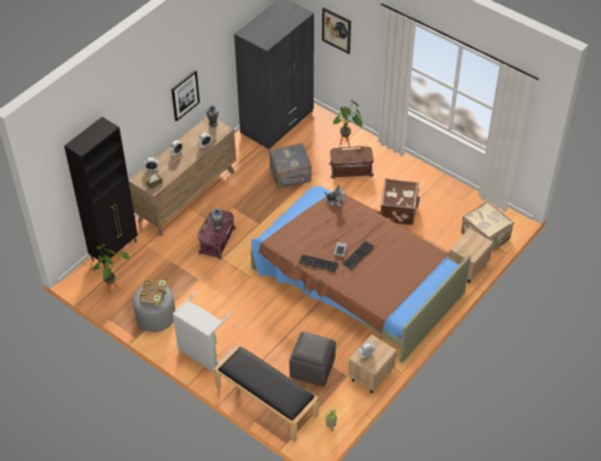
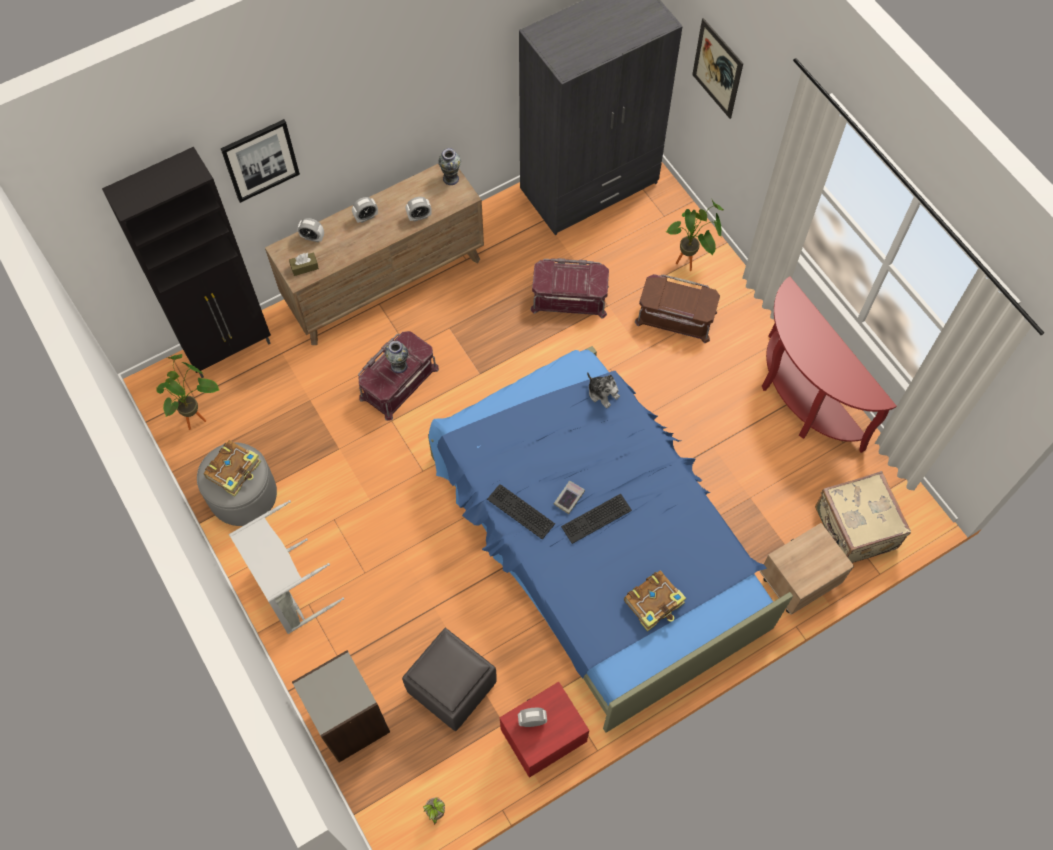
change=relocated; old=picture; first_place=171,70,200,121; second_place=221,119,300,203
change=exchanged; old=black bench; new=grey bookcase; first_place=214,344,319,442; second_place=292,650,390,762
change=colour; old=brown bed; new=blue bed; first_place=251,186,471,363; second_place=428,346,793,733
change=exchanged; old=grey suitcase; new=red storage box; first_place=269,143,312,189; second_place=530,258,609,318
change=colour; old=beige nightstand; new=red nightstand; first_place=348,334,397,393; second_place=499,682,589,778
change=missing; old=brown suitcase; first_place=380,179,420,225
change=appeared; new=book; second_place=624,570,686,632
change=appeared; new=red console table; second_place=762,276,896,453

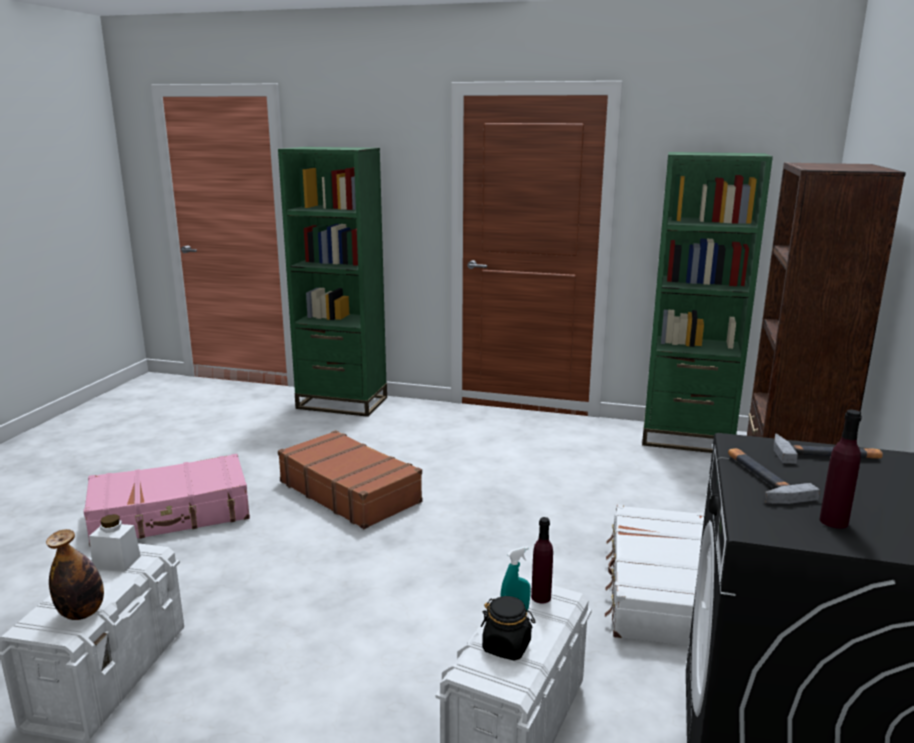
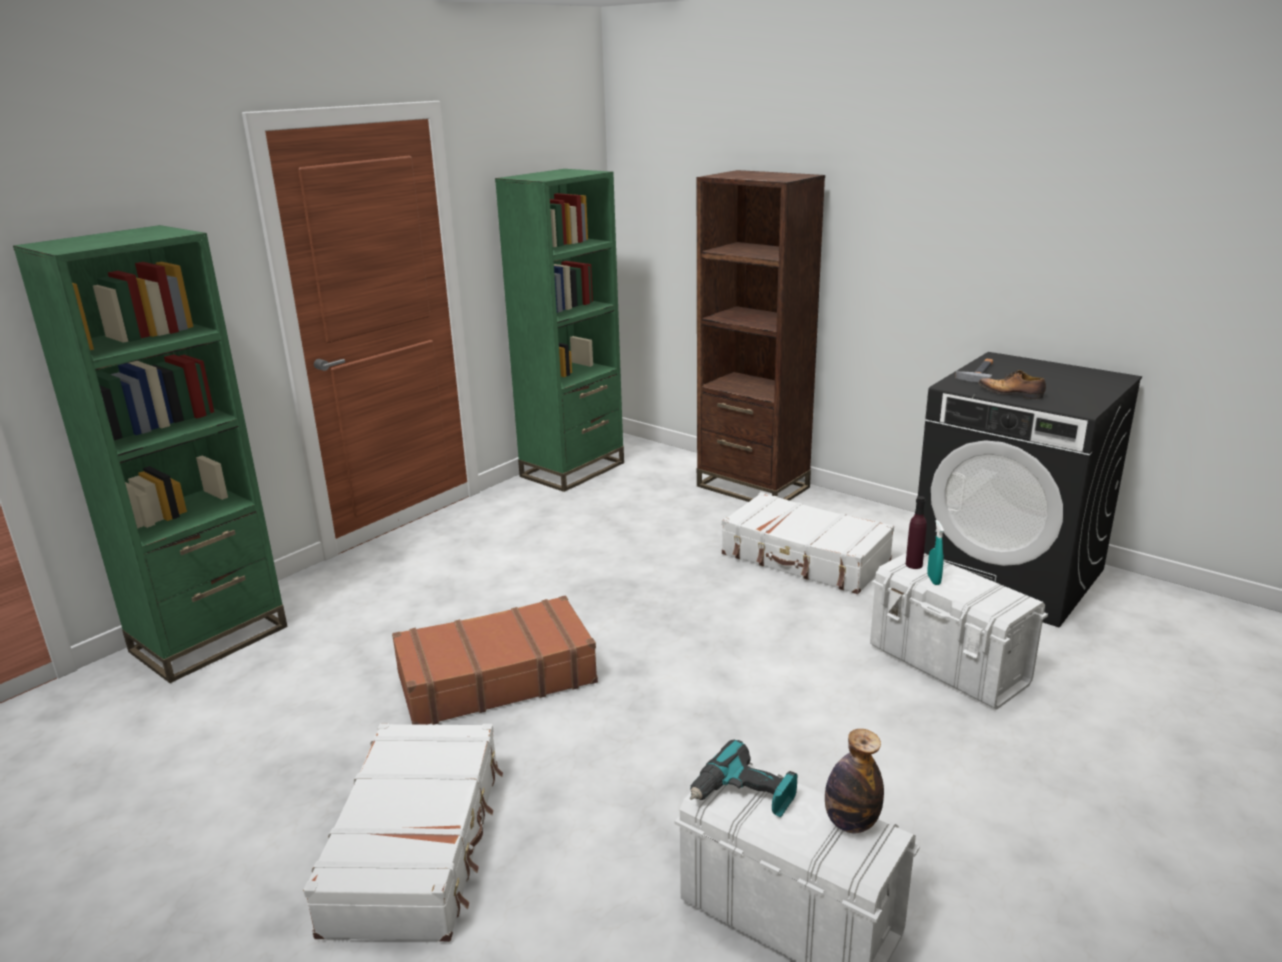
change=colour; old=pink suitcase; new=white suitcase; first_place=84,454,250,546; second_place=303,723,503,942
change=exchanged; old=white jar; new=power drill; first_place=89,514,141,572; second_place=690,739,797,817
change=missing; old=black jar; first_place=481,596,535,660
change=exchanged; old=hammer; new=shoe; first_place=728,448,820,504; second_place=979,370,1046,399
change=missing; old=purple bottle; first_place=819,410,862,529

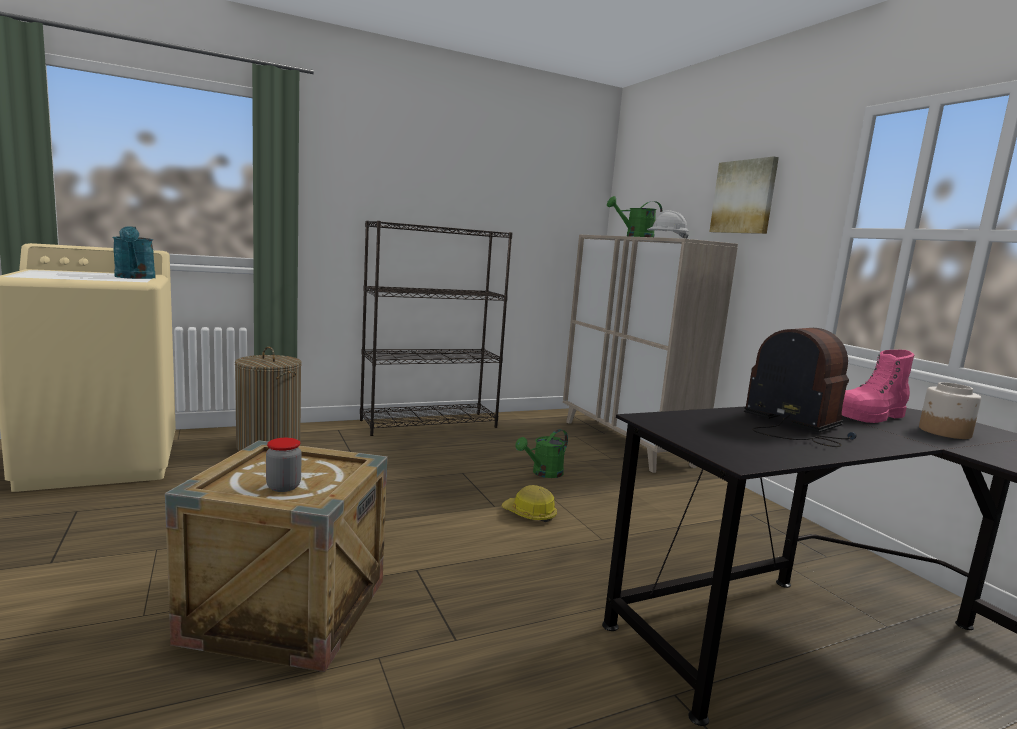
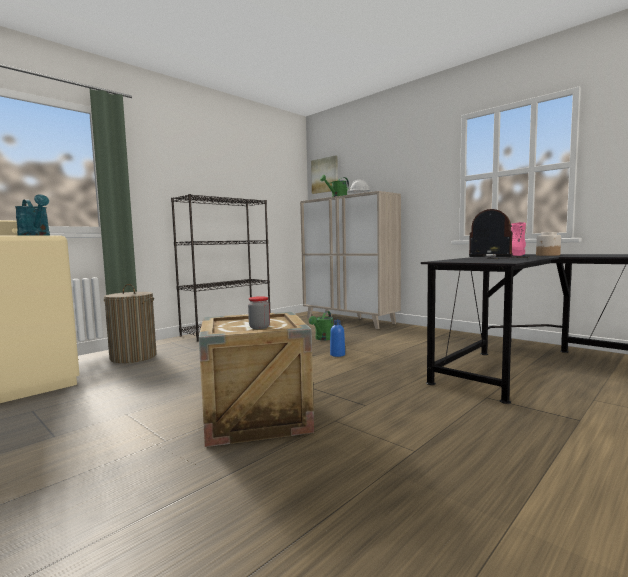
change=exchanged; old=hard hat; new=blue bottle; first_place=501,485,557,522; second_place=330,320,345,357
change=relocated; old=picture; first_place=709,156,779,234; second_place=311,155,338,194

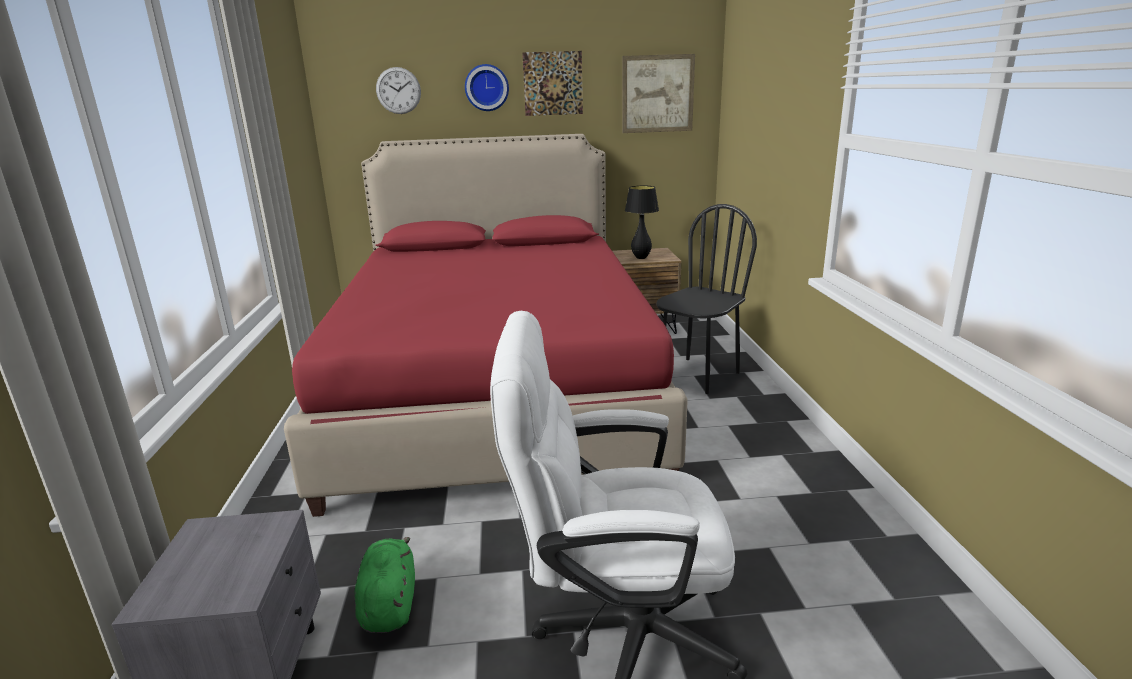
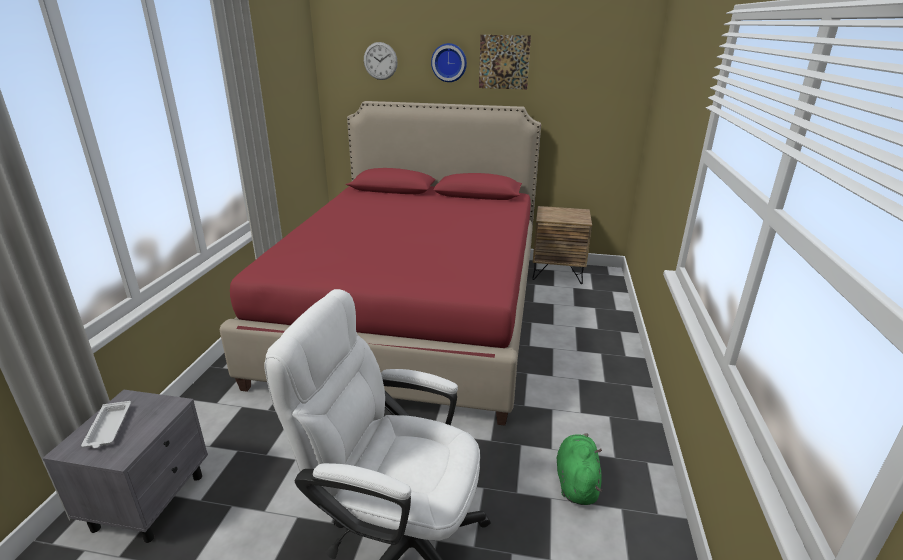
change=relocated; old=green plush toy; first_place=355,537,415,633; second_place=557,433,602,505
change=missing; old=picture; first_place=622,54,695,133
change=missing; old=black table lamp; first_place=625,186,659,259
change=missing; old=black chair; first_place=656,204,757,394
change=appeared; new=white tray; second_place=81,401,131,448

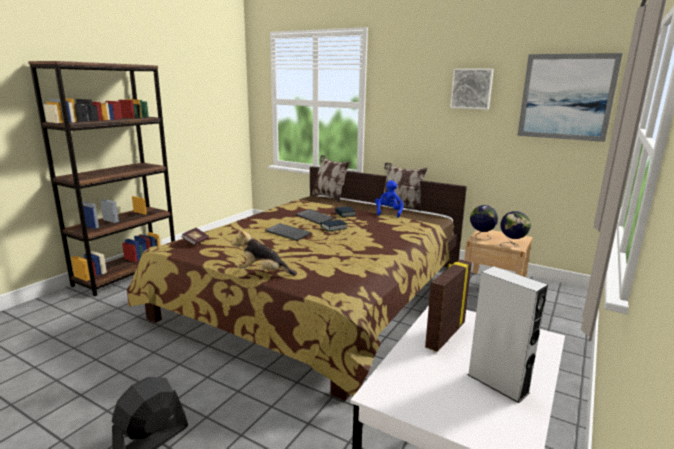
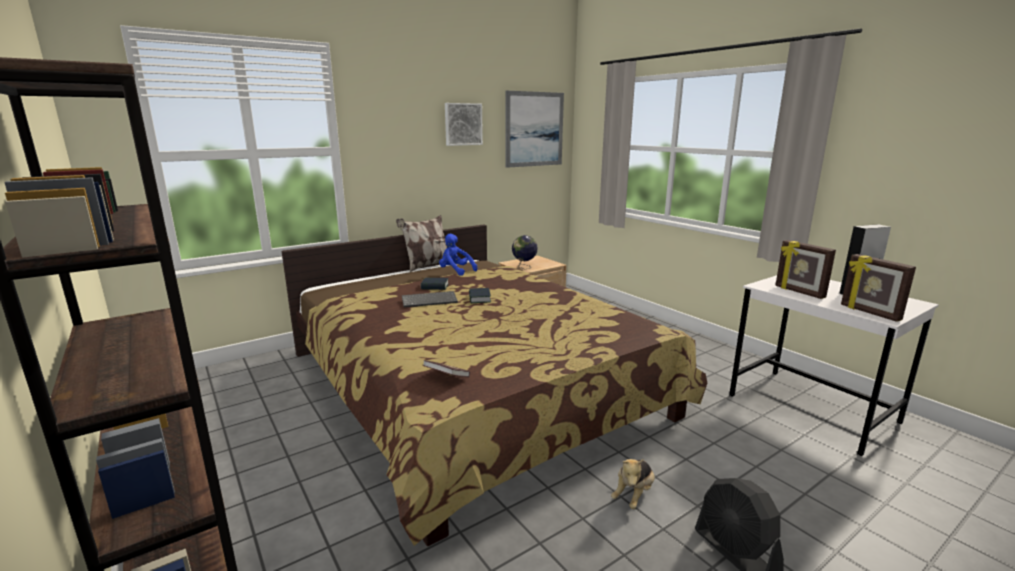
change=relocated; old=plush toy; first_place=231,227,296,275; second_place=611,459,655,509
change=missing; old=keyboard; first_place=265,223,311,241
change=missing; old=pillow; first_place=312,155,350,202
change=missing; old=globe; first_place=500,211,530,247
change=appeared; new=picture frame; second_place=841,254,916,322

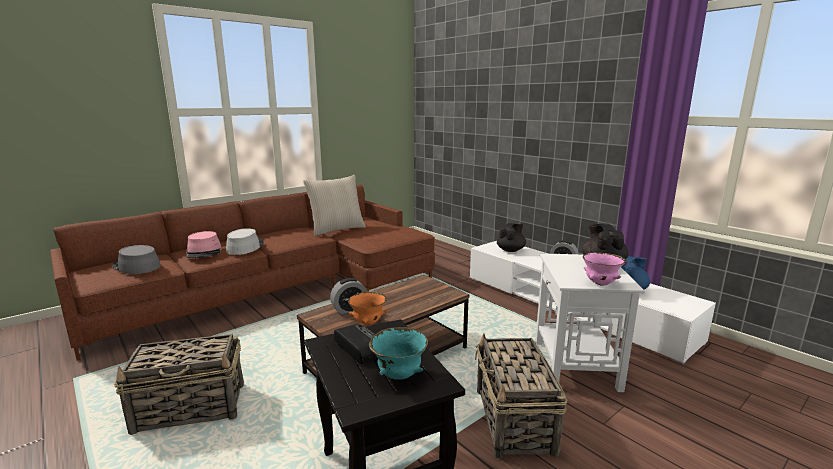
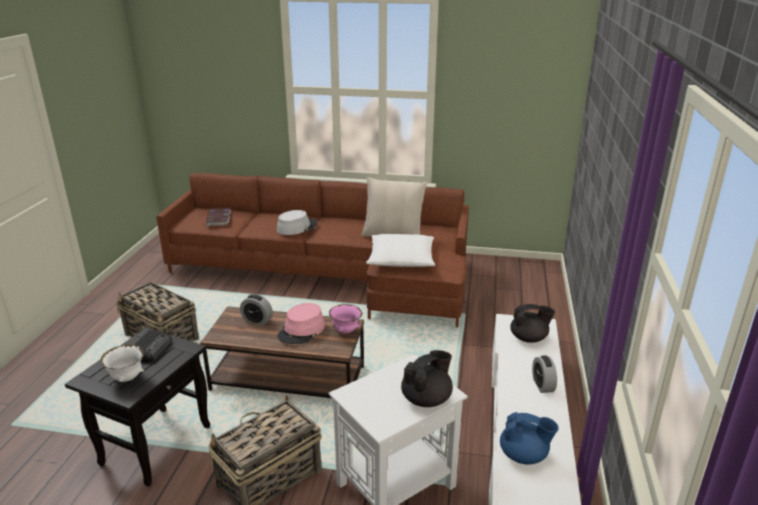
change=exchanged; old=grey hat; new=book; first_place=112,245,161,274; second_place=206,208,231,226
change=relocated; old=pink hat; first_place=186,231,222,258; second_place=277,303,325,344
change=missing; old=orange bowl; first_place=348,291,387,325
change=colour; old=turquoise bowl; new=white bowl; first_place=369,327,428,380; second_place=100,344,144,382
change=relocated; old=pink bowl; first_place=583,252,626,286; second_place=329,304,362,334
change=appeared; new=white pillow; second_place=366,234,435,267

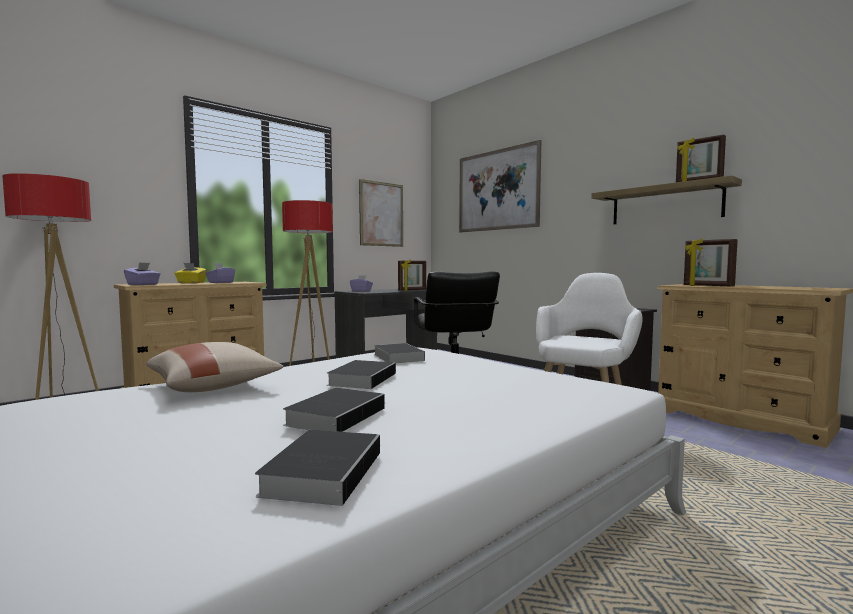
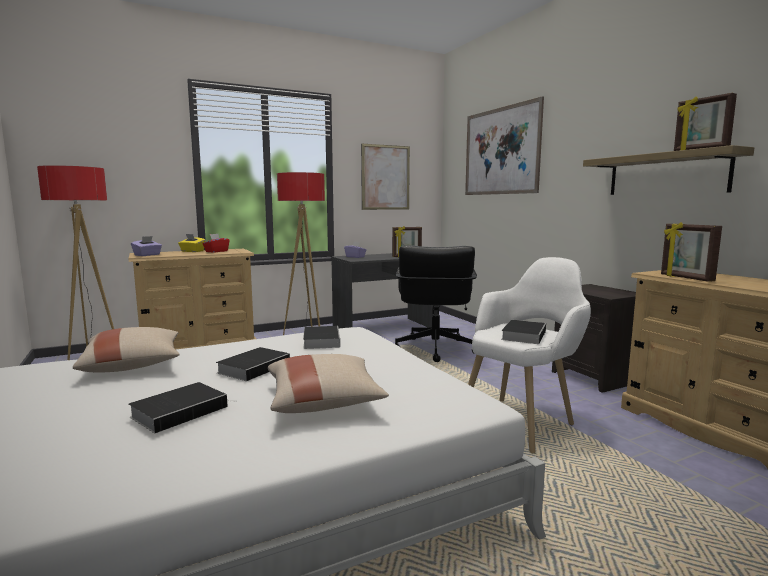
change=colour; old=purple tissue box; new=red tissue box; first_place=205,263,235,283; second_place=203,234,230,252
change=relocated; old=book; first_place=255,430,380,506; second_place=501,320,546,344
change=appeared; new=beige pillow; second_place=268,354,389,413

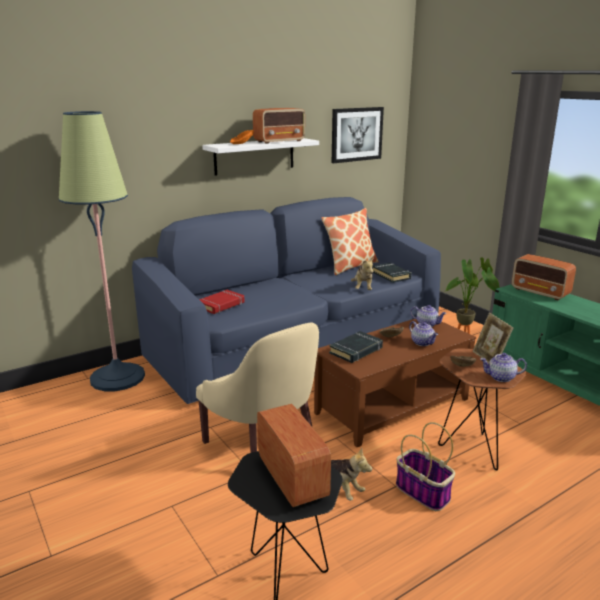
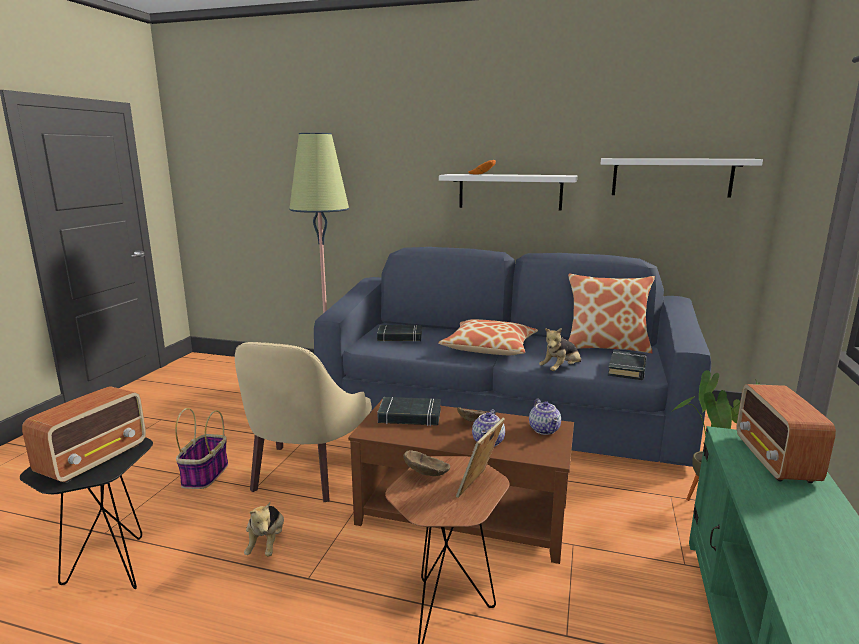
change=colour; old=red book; new=black book; first_place=199,290,245,314; second_place=377,325,422,342
change=missing; old=radio; first_place=253,108,305,144
change=exchanged; old=picture; new=white shelf; first_place=332,107,384,163; second_place=601,158,763,197
change=relocated; old=basket; first_place=396,422,455,511; second_place=175,408,228,489
change=missing; old=teapot; first_place=480,353,527,382
change=appeared; new=pillow; second_place=438,319,538,355

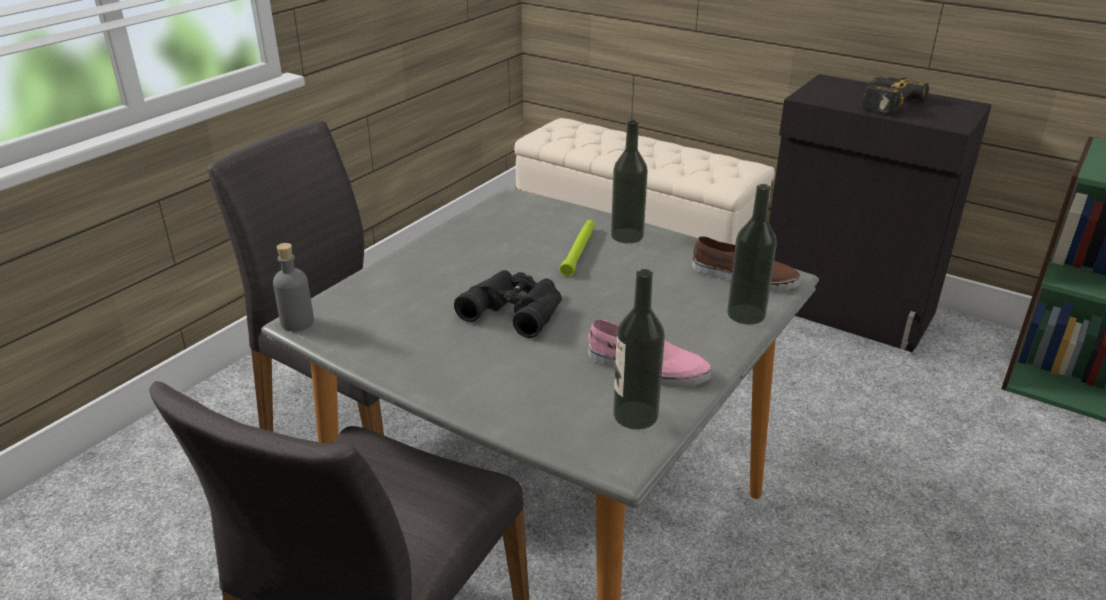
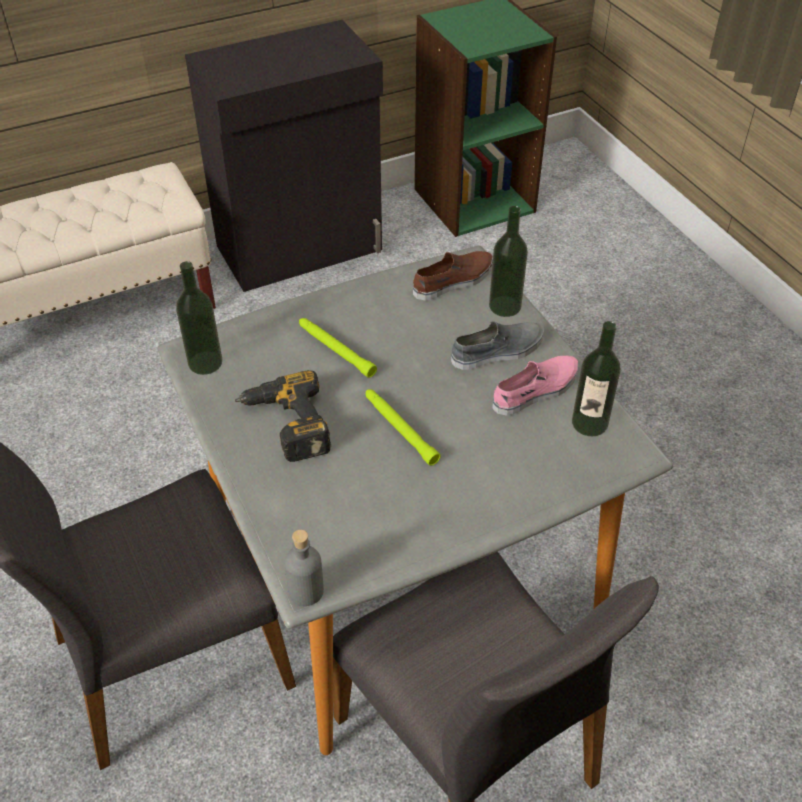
change=exchanged; old=black binoculars; new=green flashlight; first_place=454,270,562,338; second_place=366,389,441,466
change=relocated; old=bottle; first_place=611,120,648,243; second_place=176,261,222,375
change=relocated; old=power drill; first_place=862,77,929,115; second_place=235,370,331,462
change=appeared; new=grey shoe; second_place=451,321,544,370

